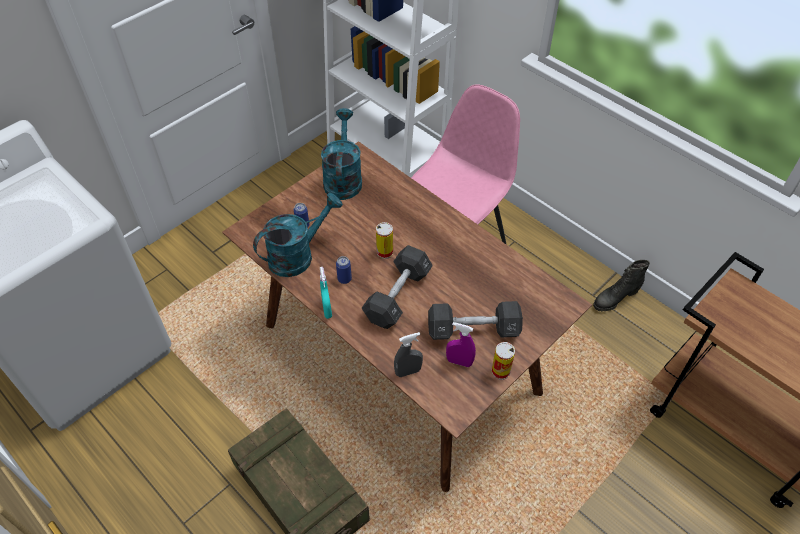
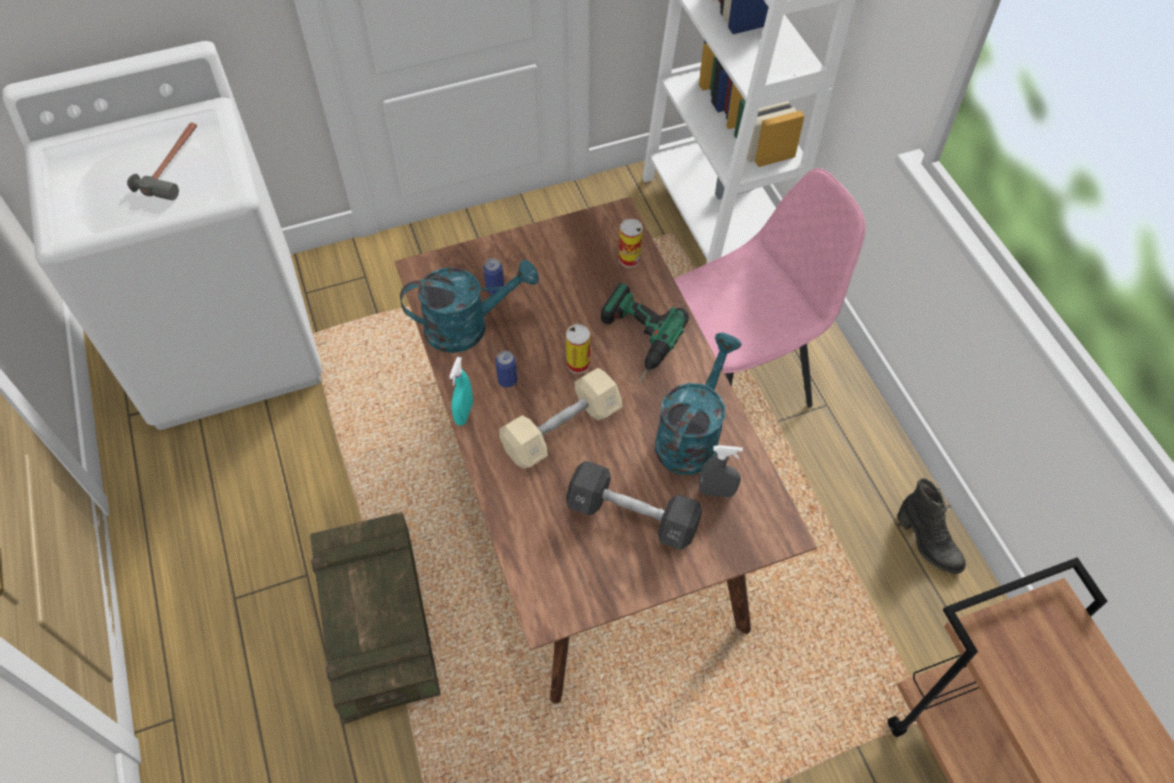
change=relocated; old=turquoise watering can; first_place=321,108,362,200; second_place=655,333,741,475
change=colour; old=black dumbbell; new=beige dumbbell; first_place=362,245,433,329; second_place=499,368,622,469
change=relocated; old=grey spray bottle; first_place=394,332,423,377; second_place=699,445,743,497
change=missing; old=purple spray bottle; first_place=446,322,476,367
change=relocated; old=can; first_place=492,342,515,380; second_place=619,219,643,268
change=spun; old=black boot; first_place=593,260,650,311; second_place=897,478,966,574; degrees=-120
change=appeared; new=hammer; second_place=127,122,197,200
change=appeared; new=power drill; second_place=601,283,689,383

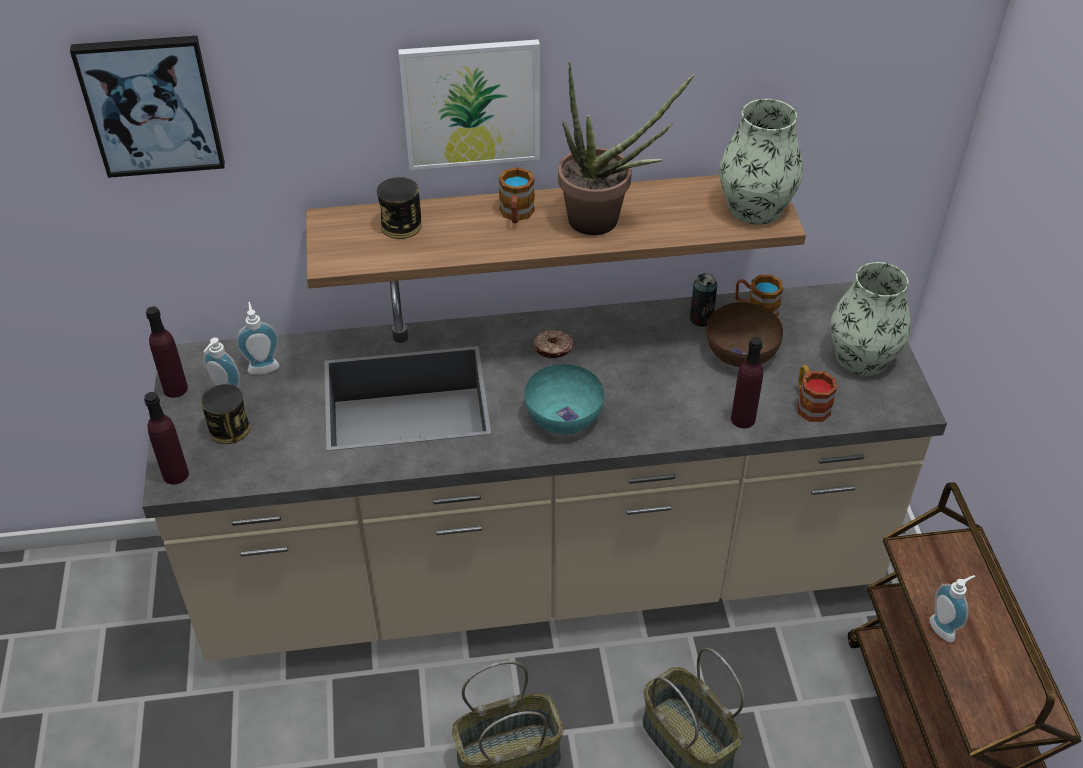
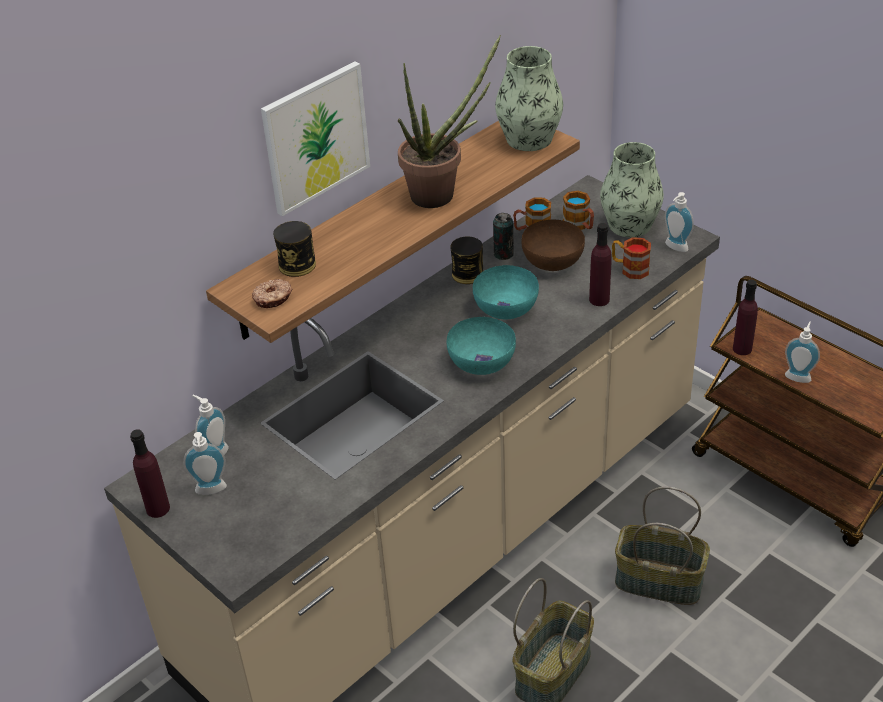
change=missing; old=picture; first_place=70,36,225,178
change=relocated; old=purple bottle; first_place=144,392,189,485; second_place=733,280,758,355
change=relocated; old=can; first_place=201,384,250,444; second_place=450,237,483,284
change=relocated; old=mug; first_place=498,167,535,223; second_place=563,191,594,230
change=relocated; old=donut; first_place=534,330,574,358; second_place=252,279,293,308
change=appeared; new=turquoise bowl; second_place=473,265,539,319
change=appeared; new=soap dispenser; second_place=665,192,694,252

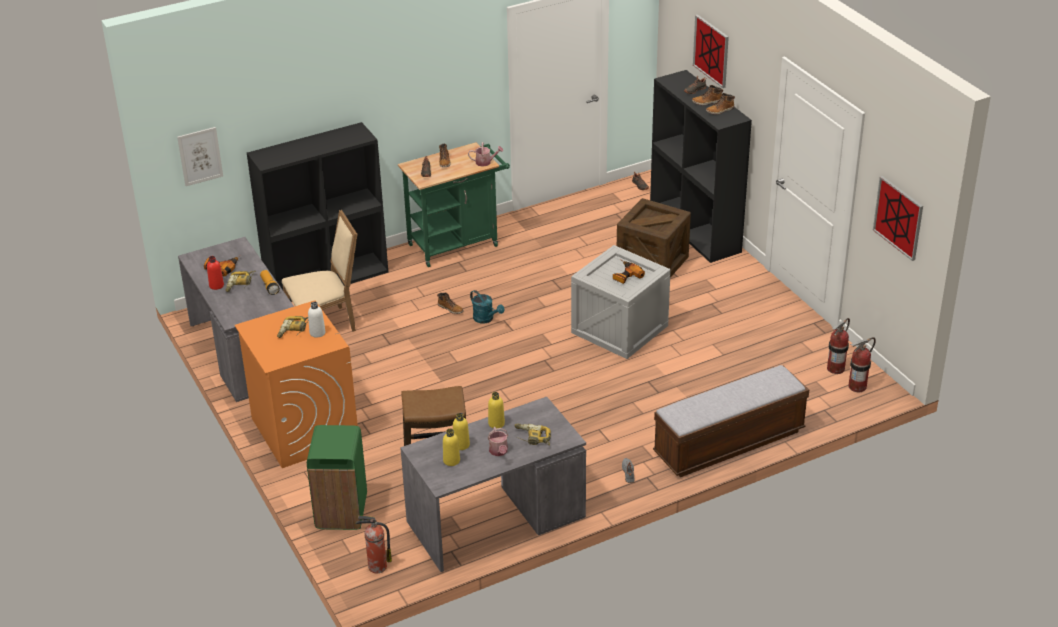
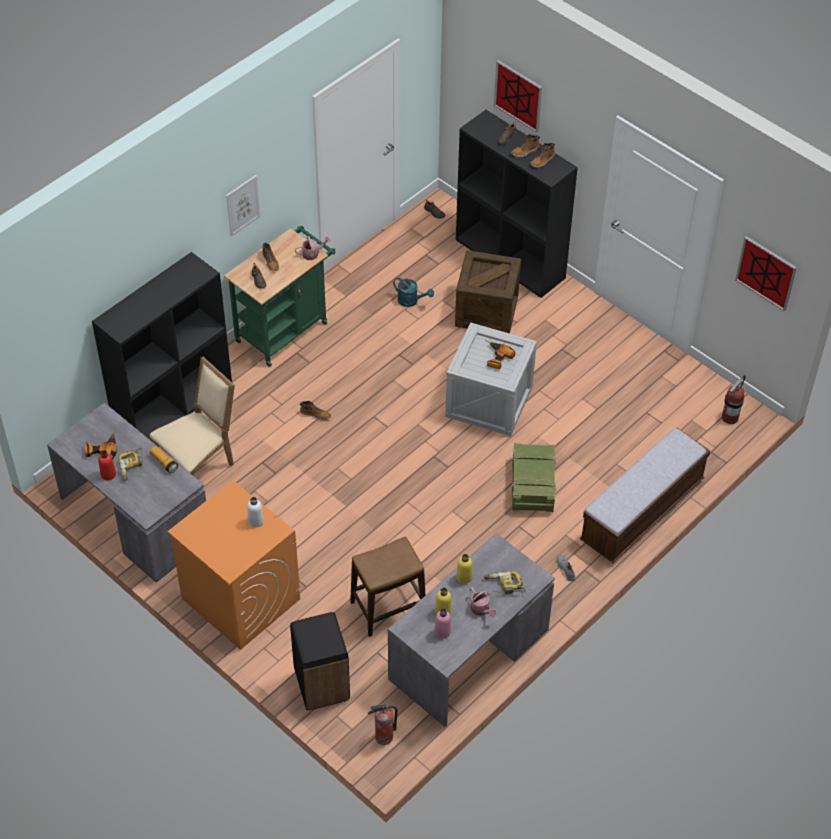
change=relocated; old=picture; first_place=177,127,223,186; second_place=226,175,260,237
change=missing; old=power drill; first_place=277,316,308,338
change=colour; old=green trash can; new=black trash can; first_place=307,425,367,530; second_place=290,612,350,710
change=colour; old=yellow bottle; new=pink bottle; first_place=443,428,460,466; second_place=434,608,451,639
change=relocated; old=turquoise watering can; first_place=470,290,505,323; second_place=393,278,434,307
change=missing; old=fire extinguisher; first_place=827,318,850,374
change=appeared; new=crate; second_place=512,443,556,512

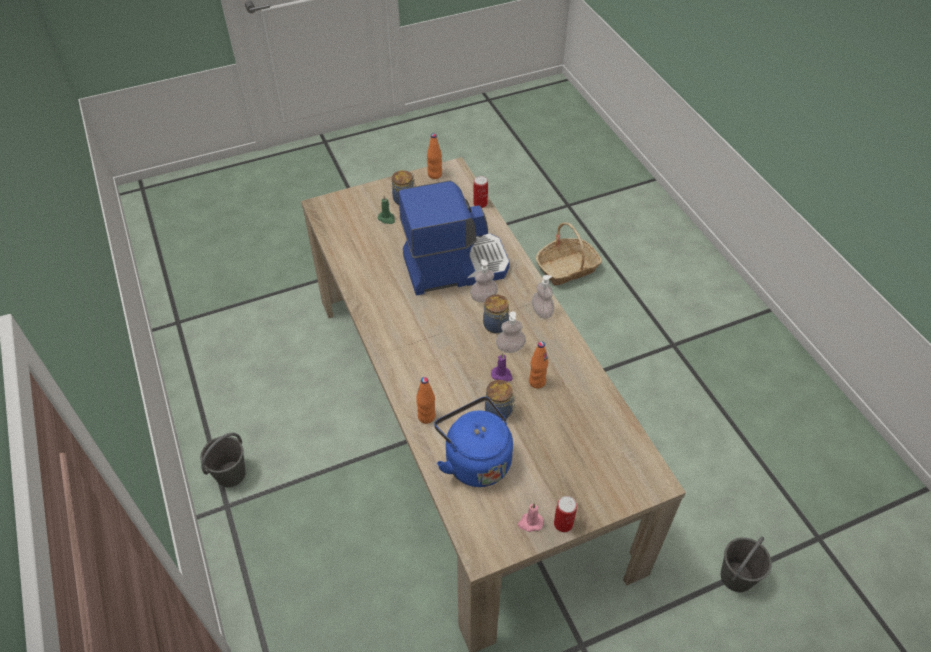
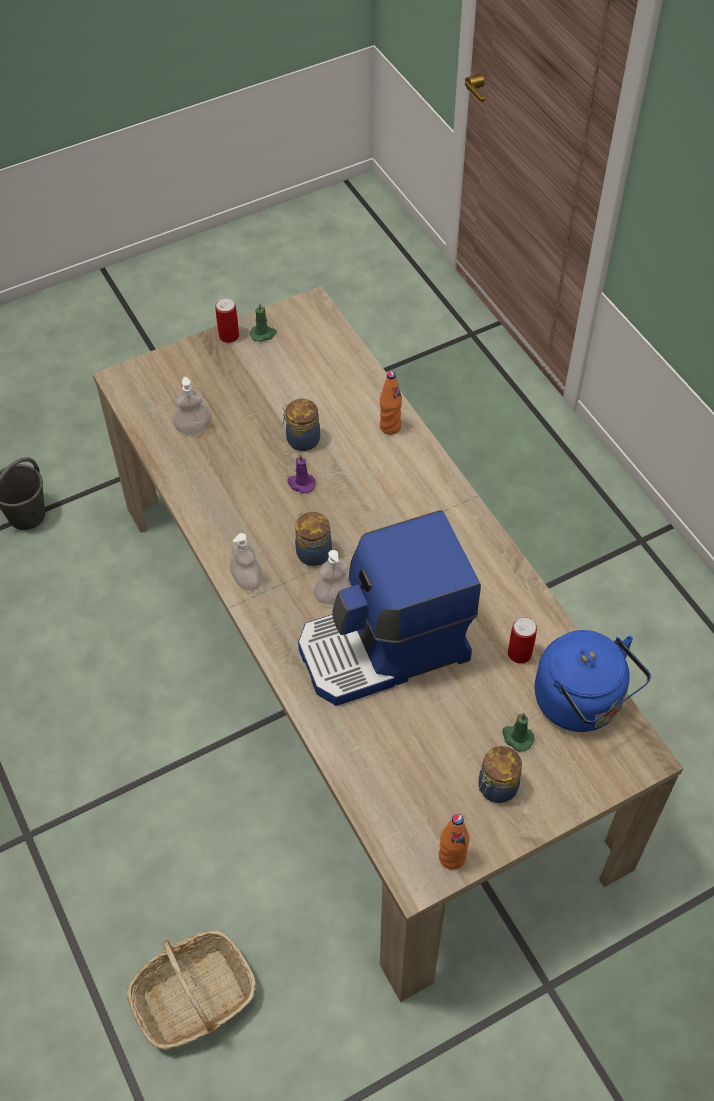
change=missing; old=grey bucket; first_place=200,433,246,487
change=relocated; old=blue kettle; first_place=434,397,513,487; second_place=535,630,651,732
change=relocated; old=can; first_place=473,176,488,208; second_place=508,617,537,664
change=relocated; old=soap dispenser; first_place=496,311,526,353; second_place=173,377,212,435
change=colour; old=pink candle; new=green candle; first_place=518,503,544,532; second_place=250,303,277,342
change=missing; old=orange bottle; first_place=529,341,548,388

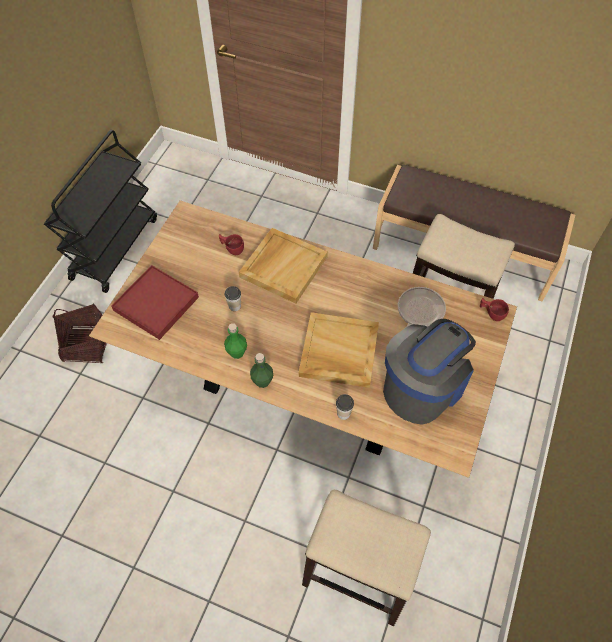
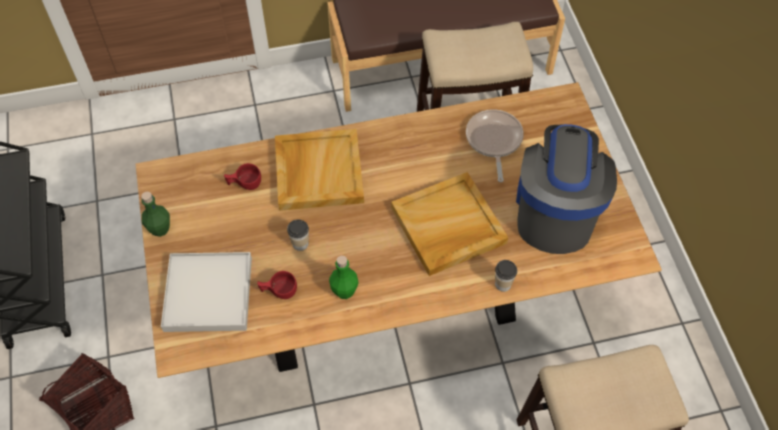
change=colour; old=red tray; new=white tray; first_place=111,265,199,340; second_place=161,252,252,332
change=relocated; old=green bottle; first_place=250,353,273,388; second_place=141,192,170,237
change=relocated; old=red cup; first_place=480,298,509,321; second_place=257,271,297,299

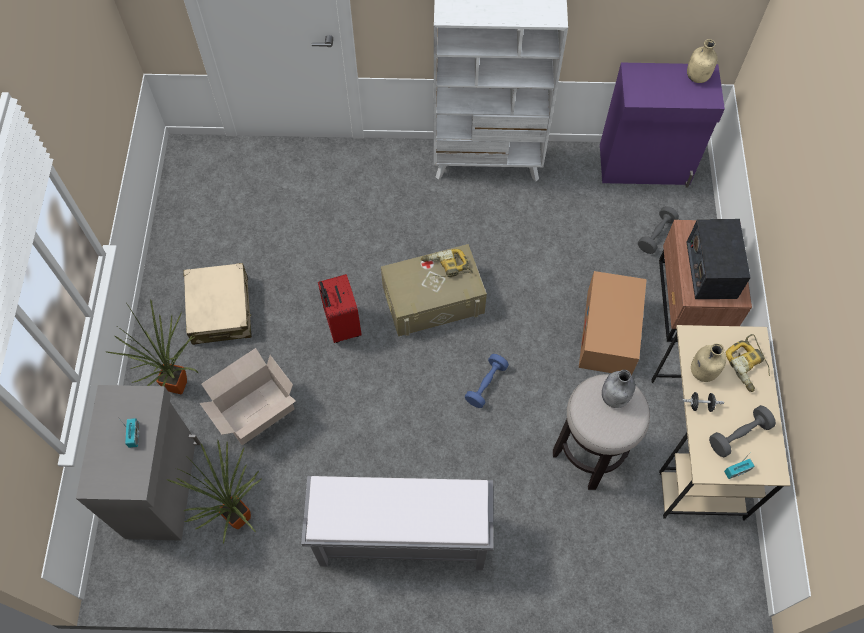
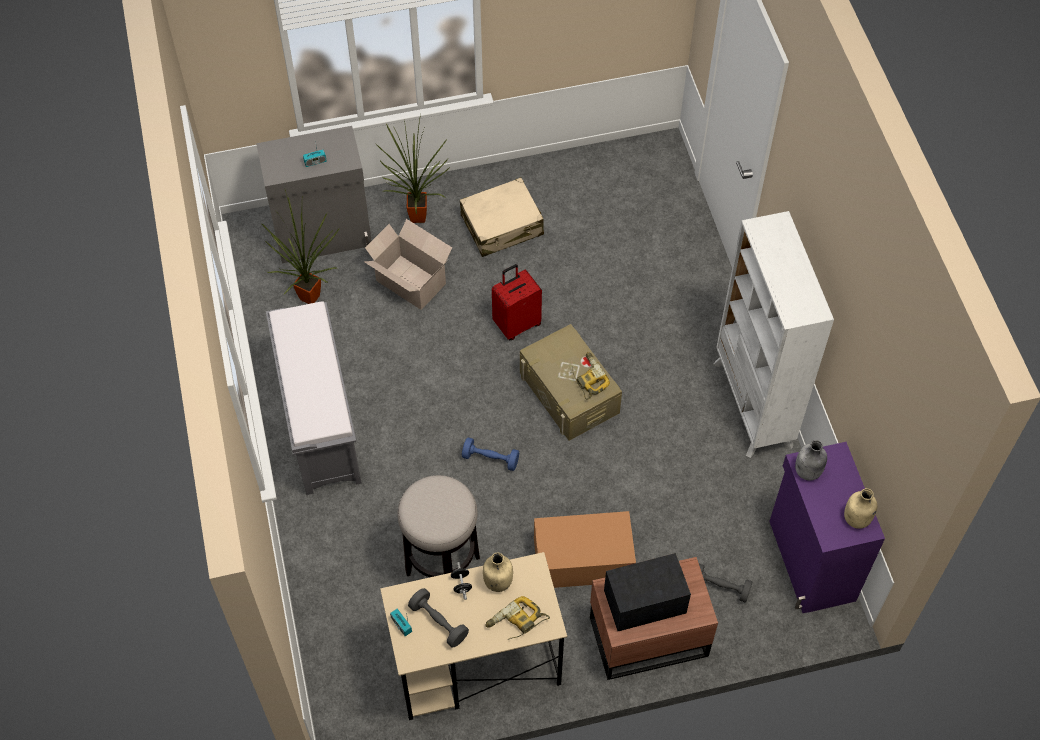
change=relocated; old=grey bottle; first_place=602,370,635,408; second_place=795,440,827,481

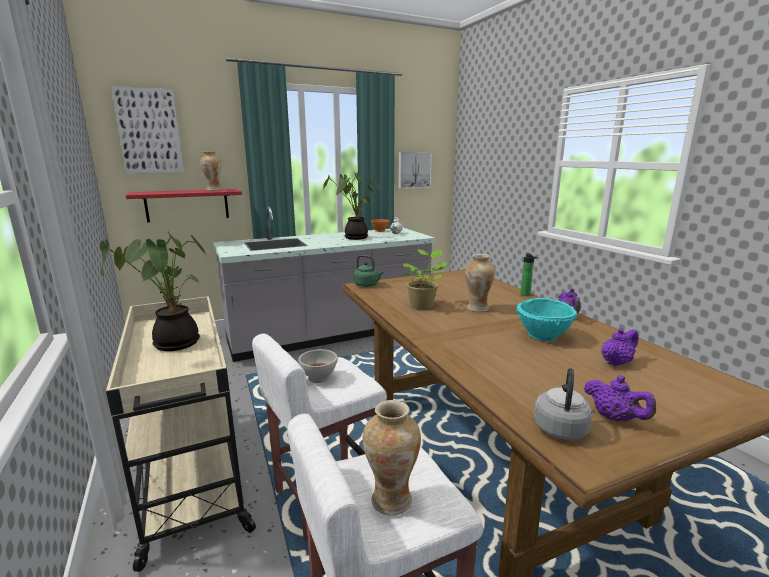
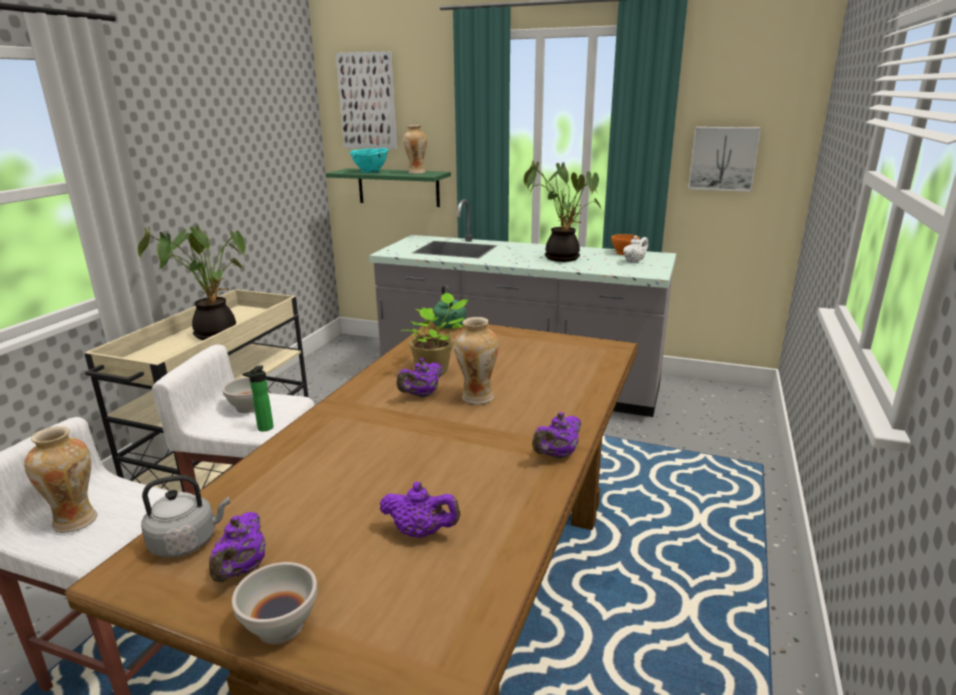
change=colour; old=red shelf; new=green shelf; first_place=126,189,242,222; second_place=325,168,451,207
change=relocated; old=turquoise bowl; first_place=517,298,578,341; second_place=350,148,389,173
change=relocated; old=bottle; first_place=520,253,537,296; second_place=243,365,274,432
change=appeared; new=white bowl; second_place=232,562,318,644
change=appeared; new=purple teapot; second_place=396,358,443,398

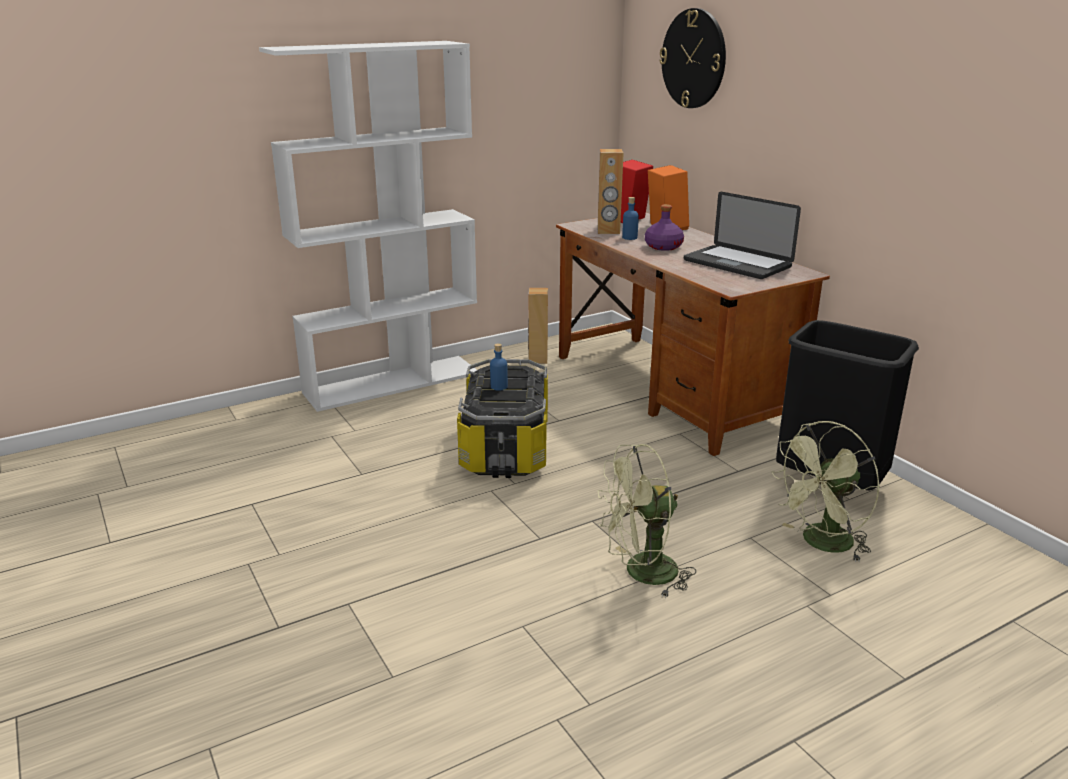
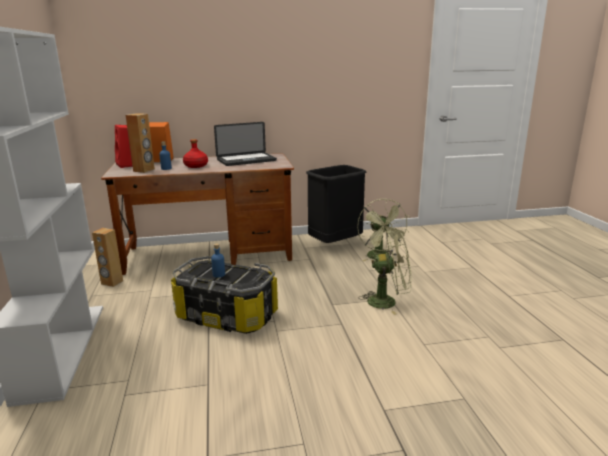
change=spun; old=green fan; first_place=598,444,696,598; second_place=360,231,411,315; degrees=-90
change=colour; old=purple bottle; new=red bottle; first_place=645,204,684,251; second_place=183,139,208,168
change=missing; old=wall clock; first_place=659,8,726,108

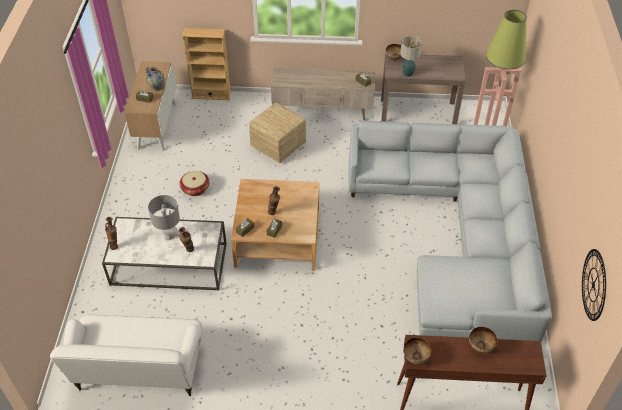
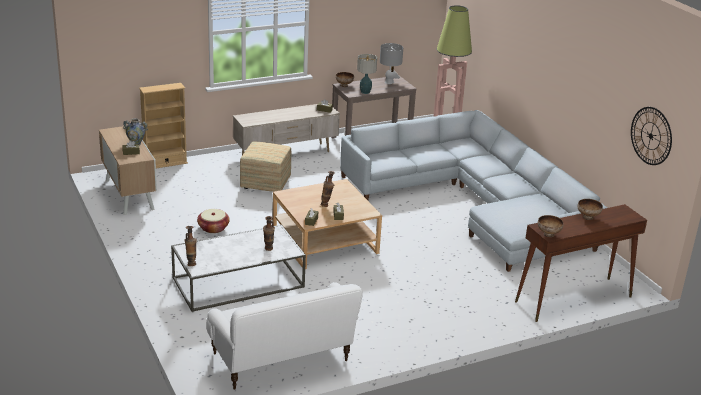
change=relocated; old=grey table lamp; first_place=148,195,181,240; second_place=380,43,403,84

